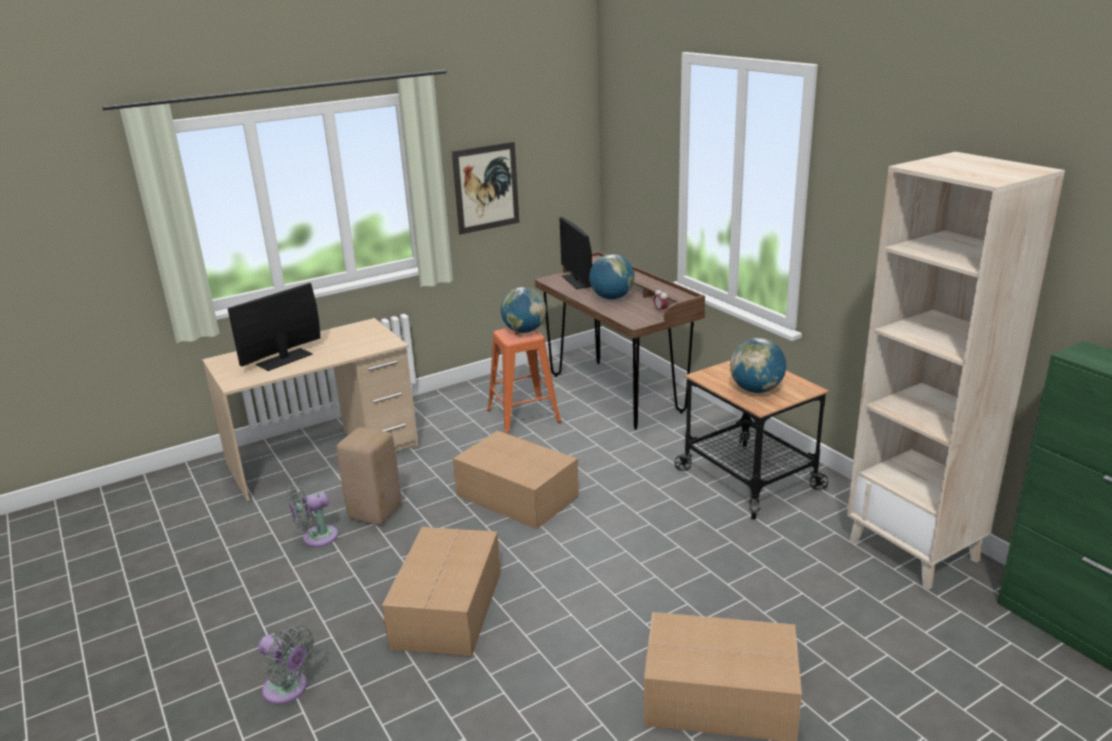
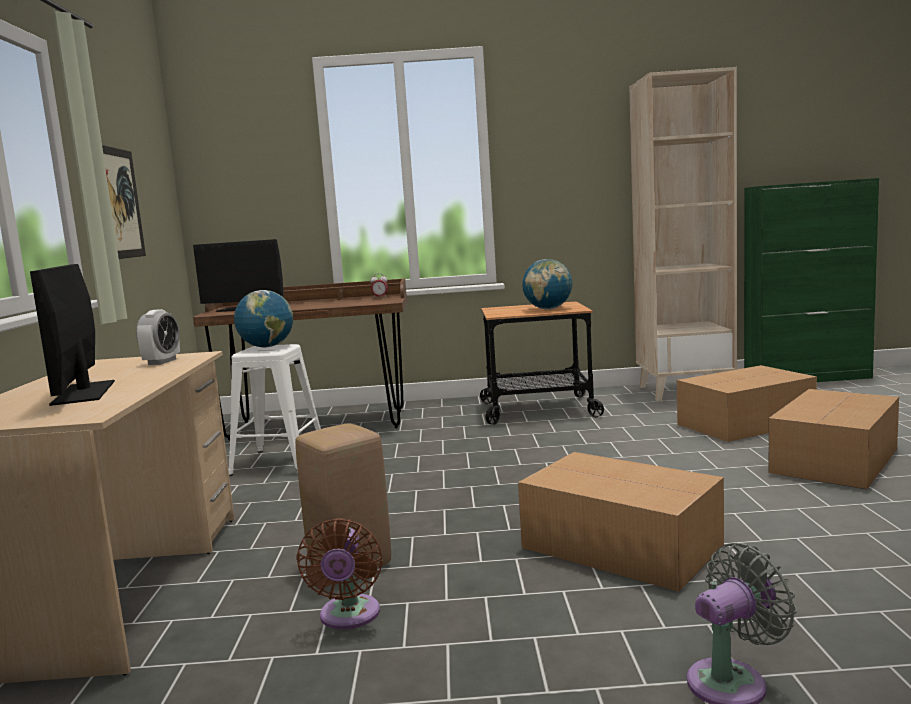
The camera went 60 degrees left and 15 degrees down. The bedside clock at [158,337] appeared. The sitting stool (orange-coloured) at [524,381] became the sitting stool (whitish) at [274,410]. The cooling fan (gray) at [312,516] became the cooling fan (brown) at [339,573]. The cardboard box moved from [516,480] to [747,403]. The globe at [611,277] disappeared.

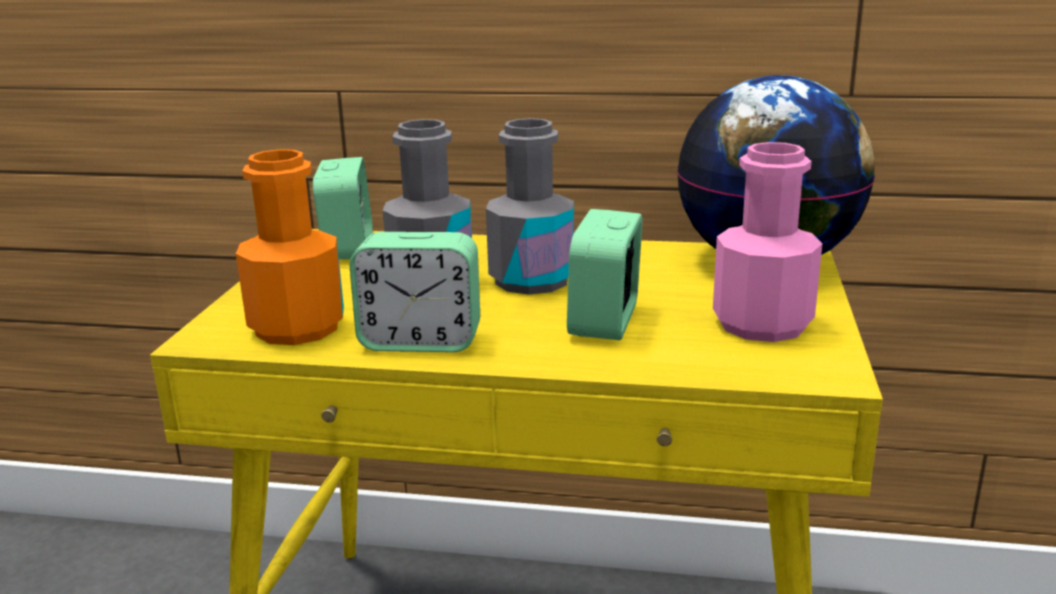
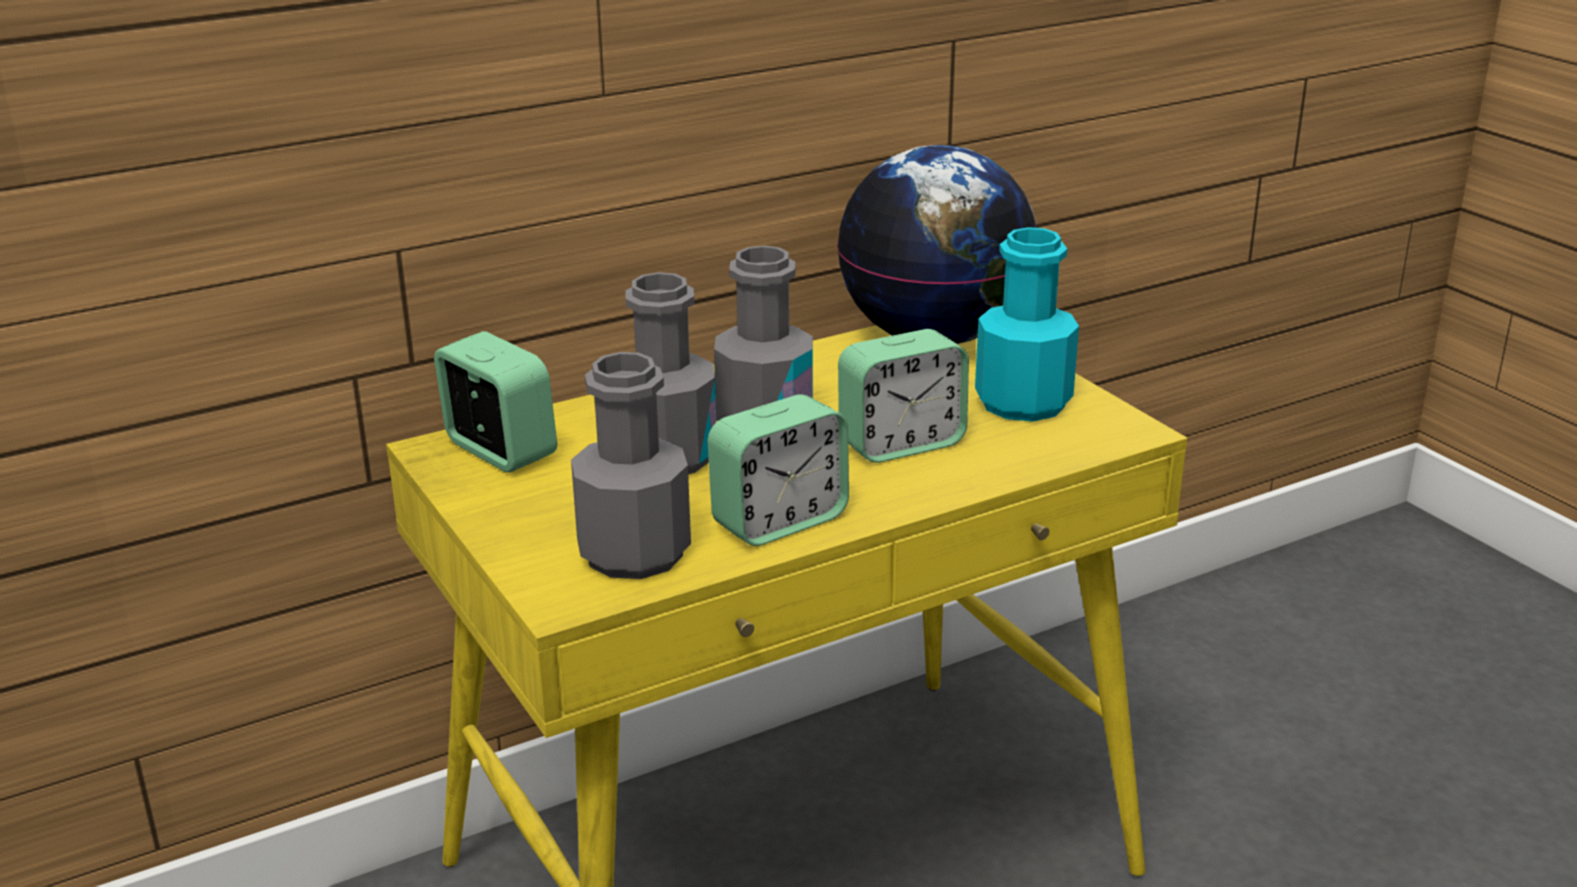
The camera went 40 degrees left and 5 degrees up. The drink bottle (orange-coloured) at [290,247] became the drink bottle (gray) at [631,465]. The bedside clock at [605,274] turned 90 degrees counterclockwise. The drink bottle (pink) at [767,242] became the drink bottle (blue-green) at [1027,324].

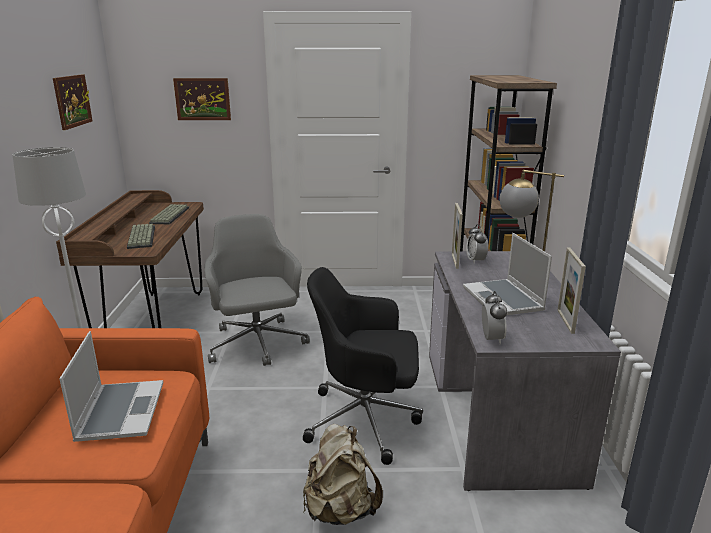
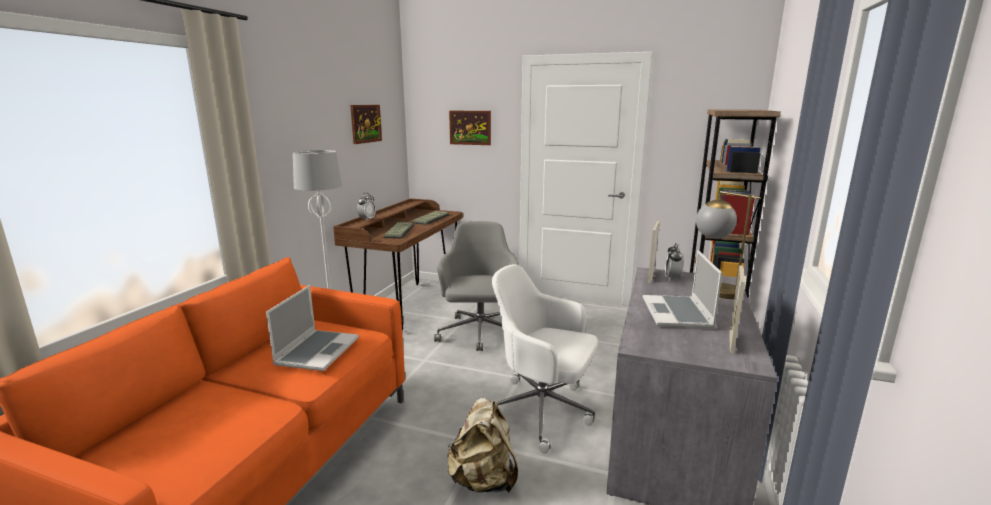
The camera went 20 degrees right and 5 degrees down. The bedside clock moved from [494,318] to [366,207]. The computer chair (blackish) at [363,366] became the computer chair (whitish) at [545,359].

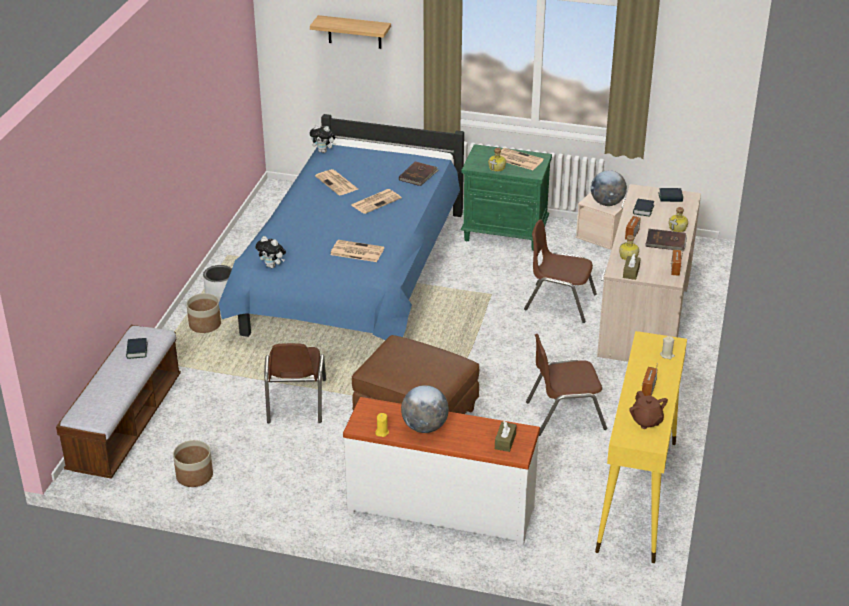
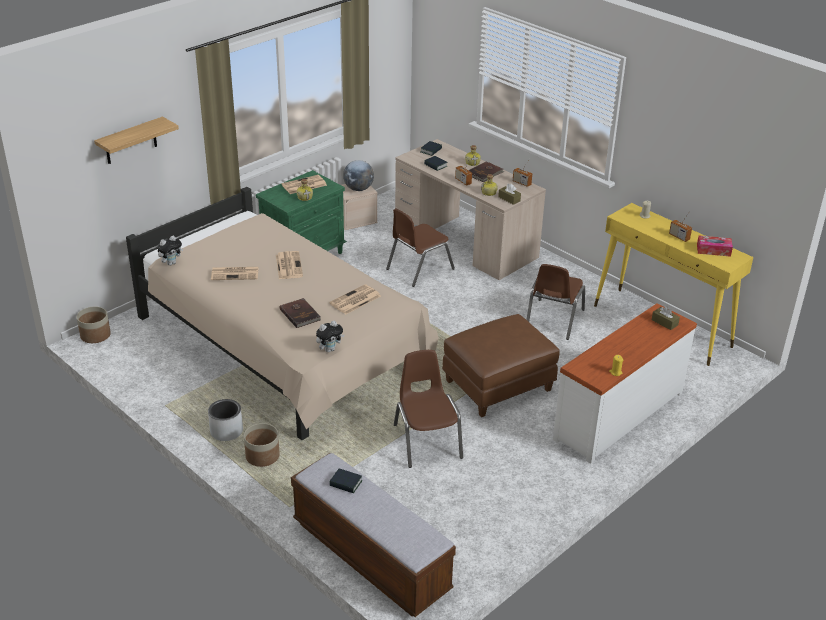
The camera went 60 degrees left and 0 degrees up. The plant pot moved from [193,463] to [94,325]. The bed (blue) at [341,227] became the bed (sand-coloured) at [282,313]. The book (brown) moved from [418,173] to [300,313]. The plain chair (brown) at [295,383] turned 135 degrees counterclockwise. The pot for tea (brown) at [648,410] was replaced by the box of tissues at [715,246]. The globe at [425,409] disappeared.

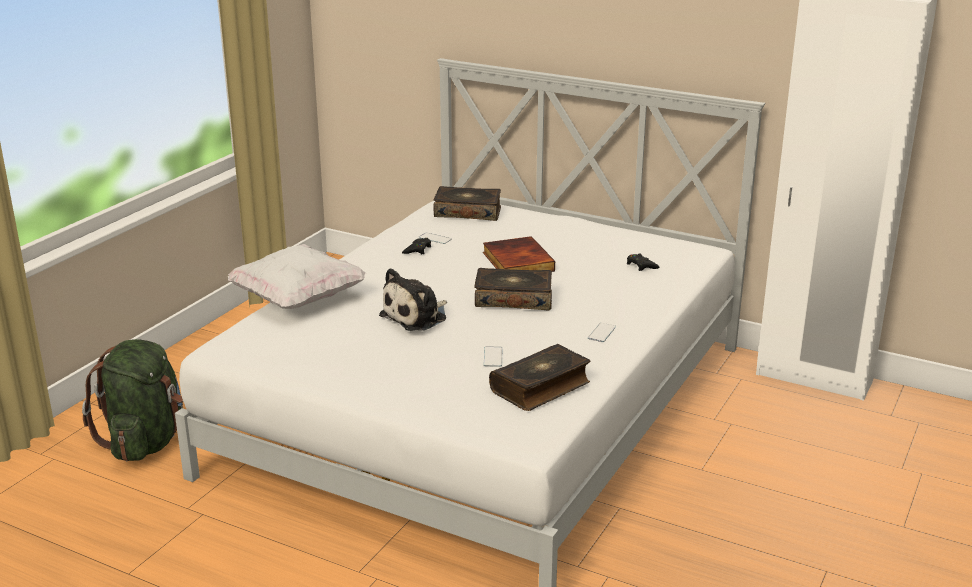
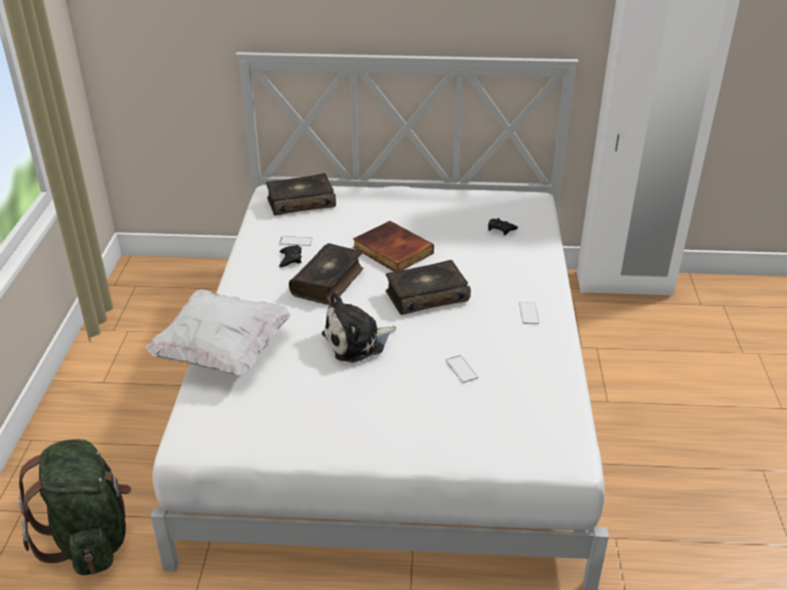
The camera went 25 degrees left and 10 degrees up. The book moved from [539,377] to [326,274]. The soft toy at [413,299] turned 45 degrees clockwise.

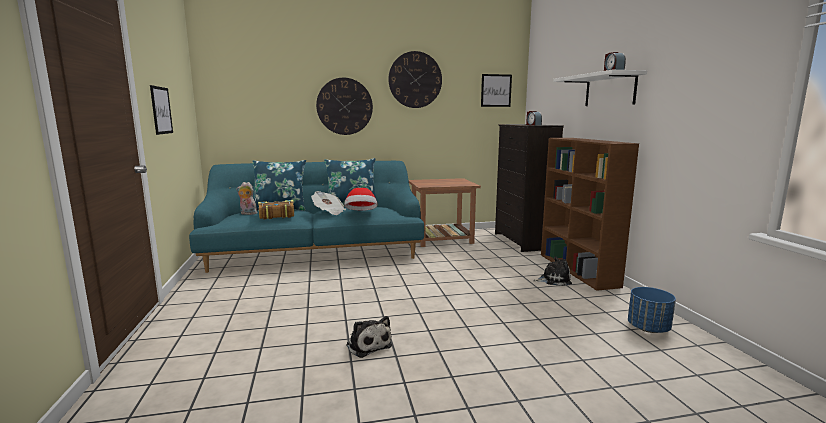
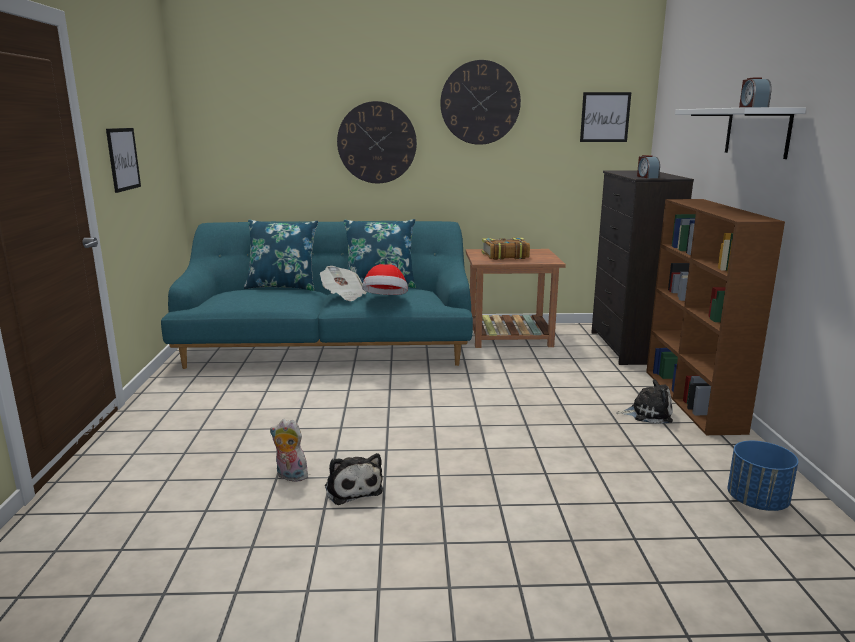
The camera went 10 degrees right and 5 degrees up. The soft toy moved from [246,198] to [289,450]. The book moved from [276,210] to [506,248].

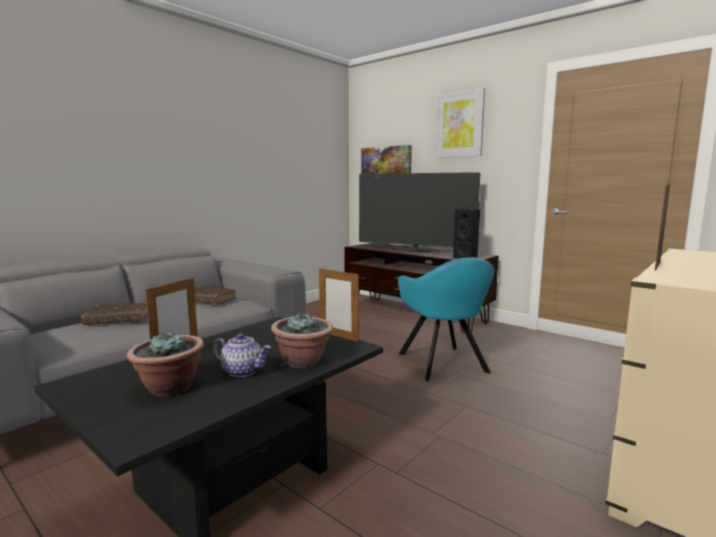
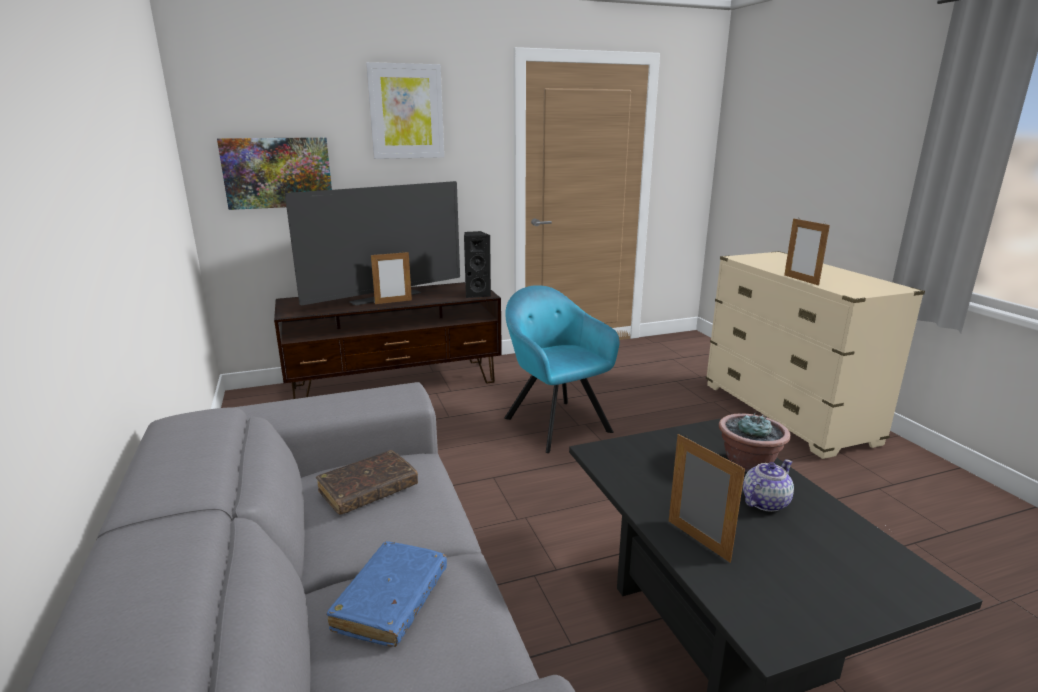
The camera went 60 degrees left and 10 degrees up. The book (brown) at [114,314] became the book (blue) at [386,594]. The picture frame moved from [339,304] to [391,278]. The lounge chair (blue-green) at [446,319] turned 135 degrees counterclockwise. The plant in a pot at [165,363] disappeared.

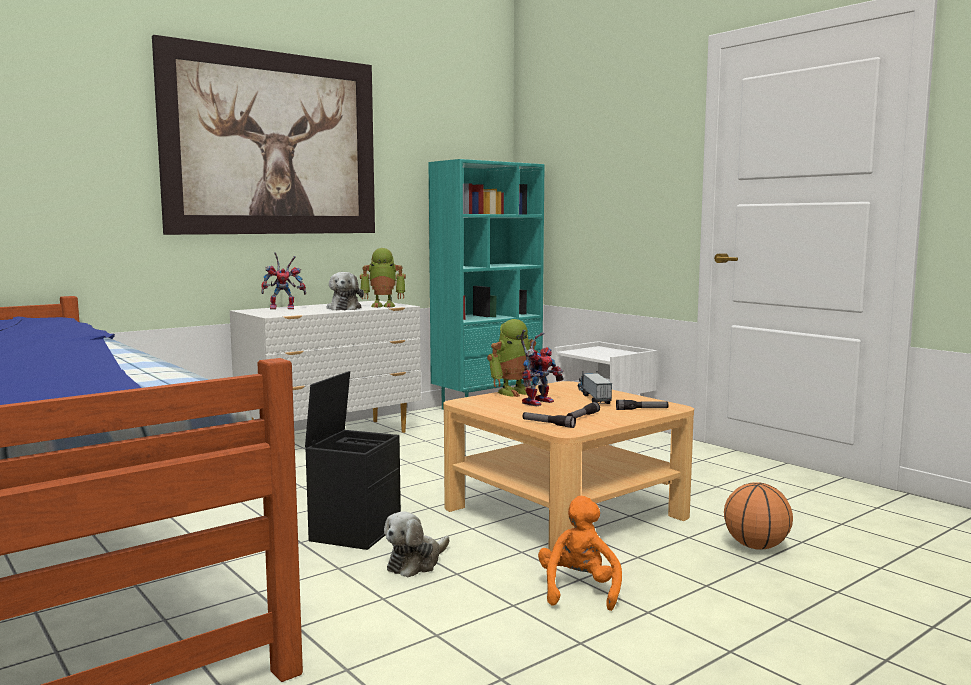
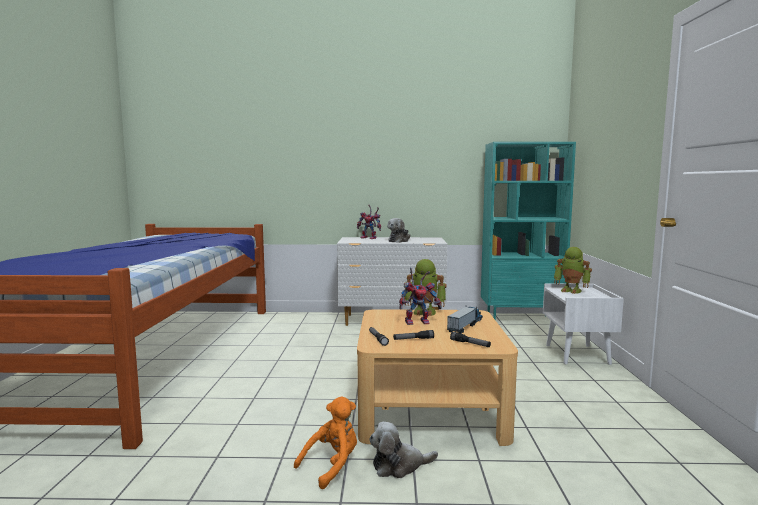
The camera went 40 degrees right and 0 degrees up. The soft toy moved from [416,544] to [403,449]. The robot figure moved from [383,278] to [573,270]. The picture at [263,135] disappeared. The storage bin (blackish) at [353,460] disappeared. The basketball ball at [758,516] disappeared.

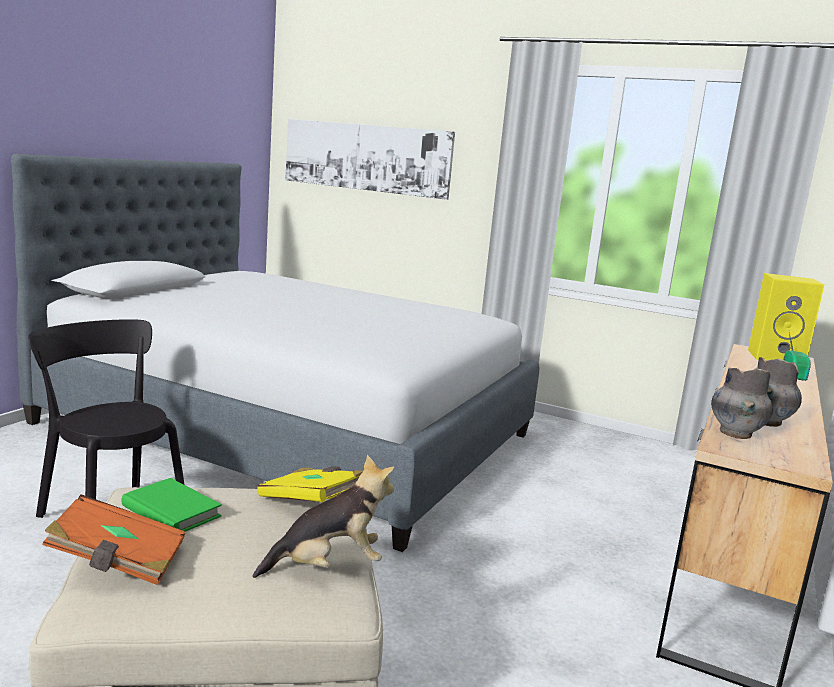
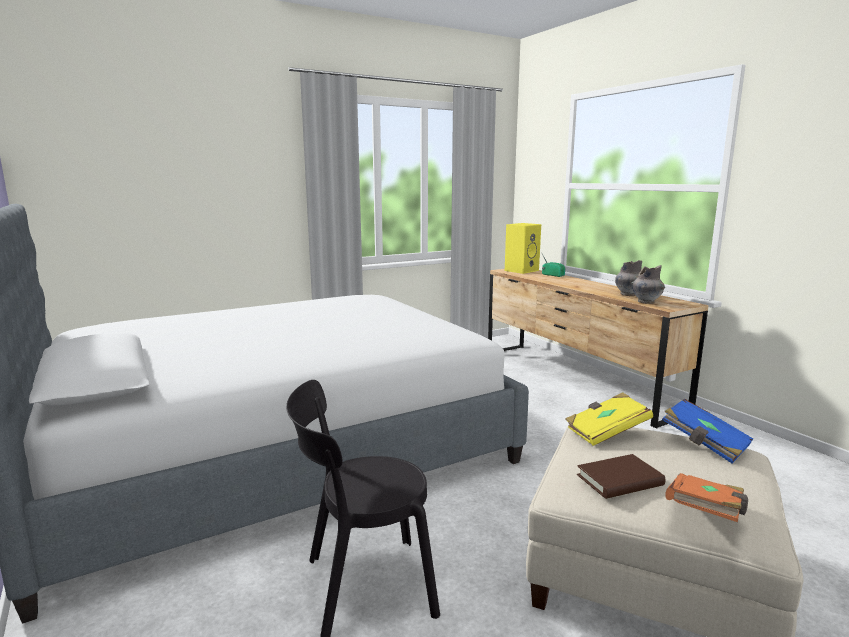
The camera went 55 degrees left and 0 degrees up. The book (green-coloured) at [171,505] became the book (brown) at [621,476]. The soft toy at [323,516] was replaced by the book (blue) at [707,431]. The picture at [370,159] disappeared.

